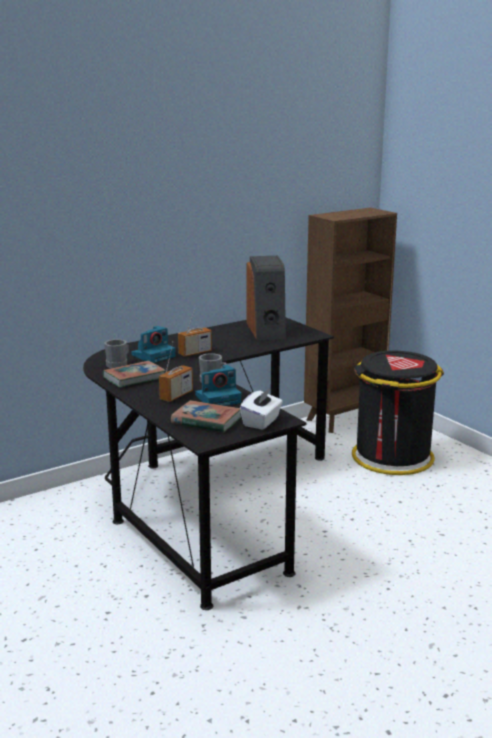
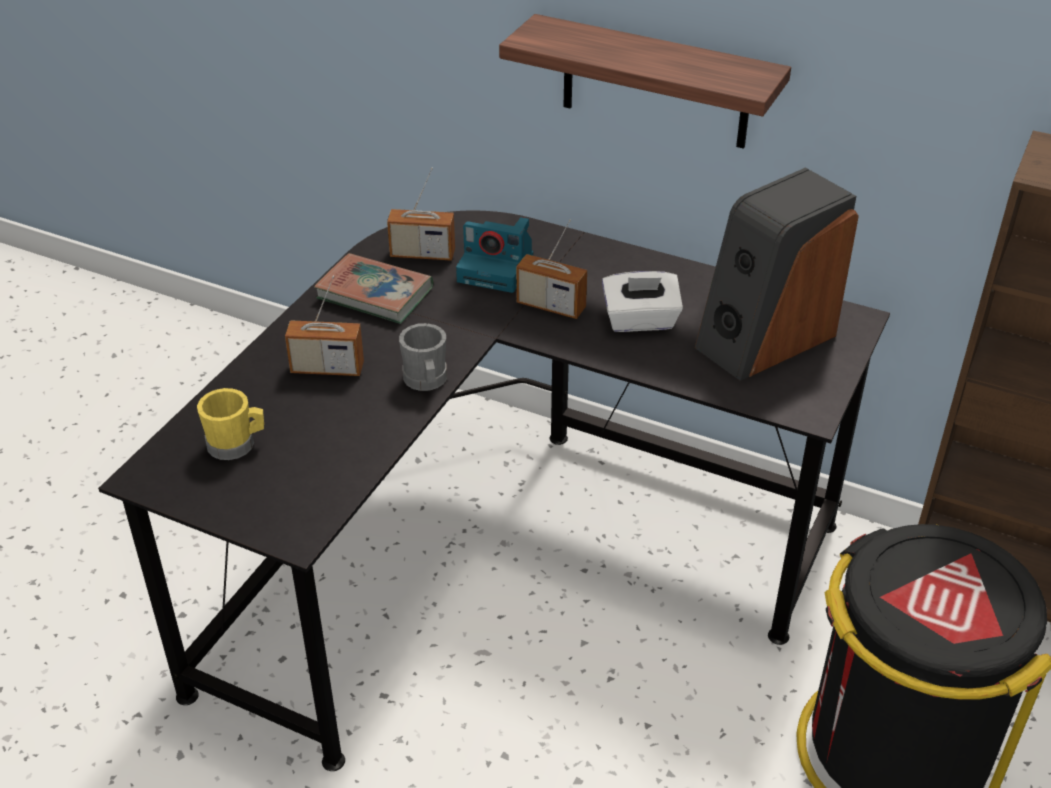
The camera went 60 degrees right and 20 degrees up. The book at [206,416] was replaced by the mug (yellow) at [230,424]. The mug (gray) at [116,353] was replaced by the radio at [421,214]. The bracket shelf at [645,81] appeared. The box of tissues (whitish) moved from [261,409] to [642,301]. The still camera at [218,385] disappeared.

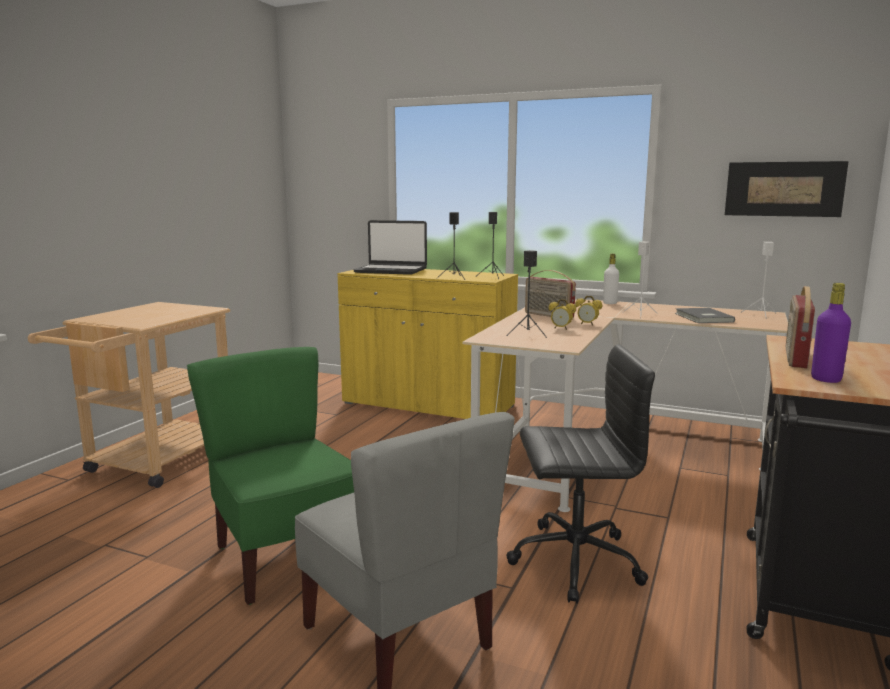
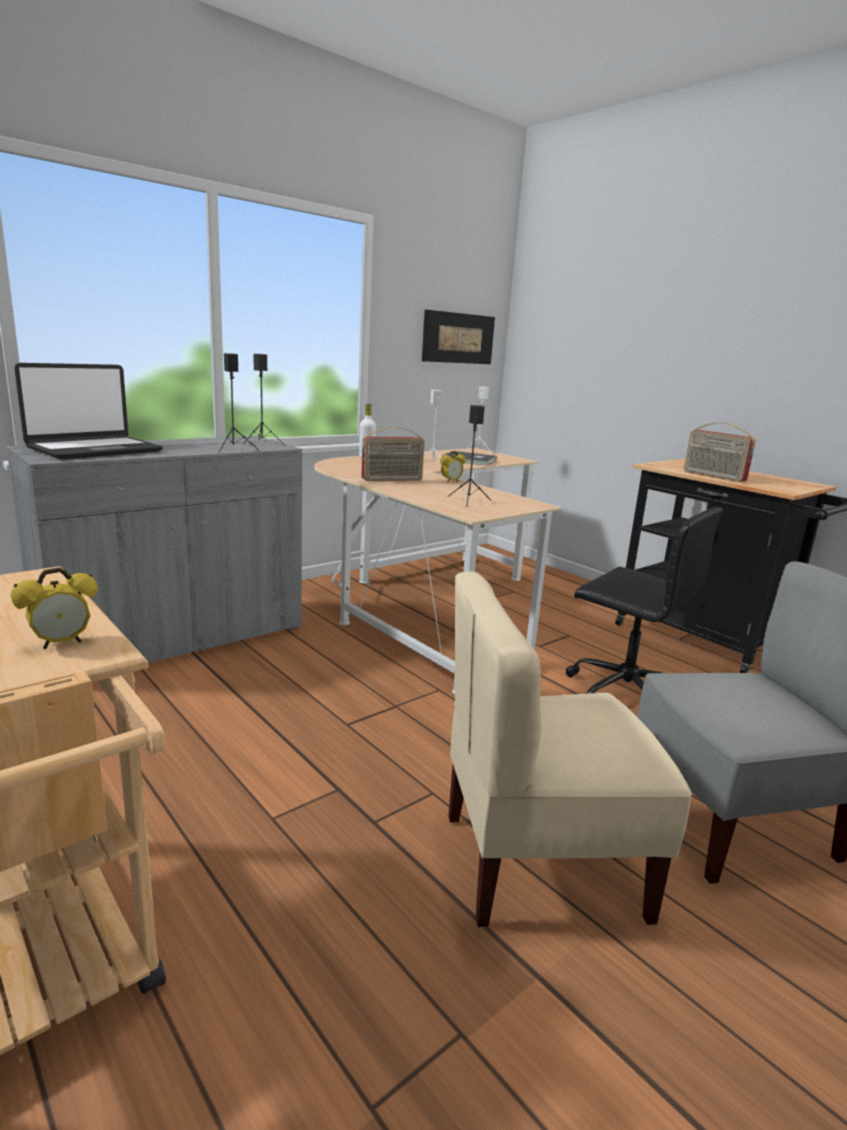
The camera went 65 degrees left and 5 degrees up. The storage cabinet (yellow) at [427,344] became the storage cabinet (gray) at [154,549]. The bedside clock moved from [562,314] to [54,608]. The plain chair (green-coloured) at [270,476] became the plain chair (sand-coloured) at [570,749]. The computer chair (blackish) at [580,474] turned 105 degrees clockwise. The drink bottle (purple) at [831,333] disappeared.

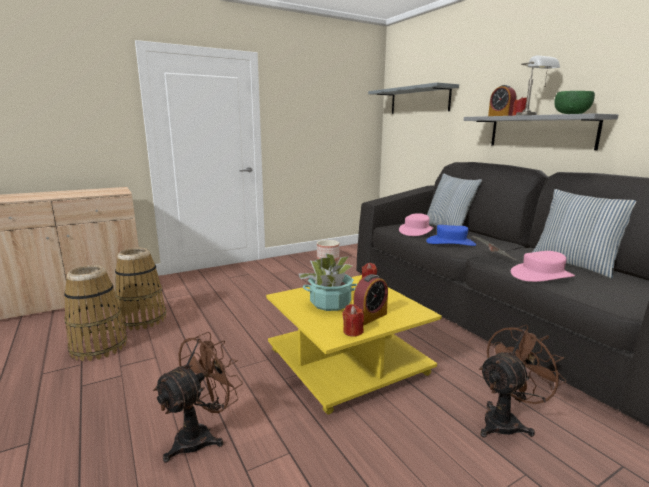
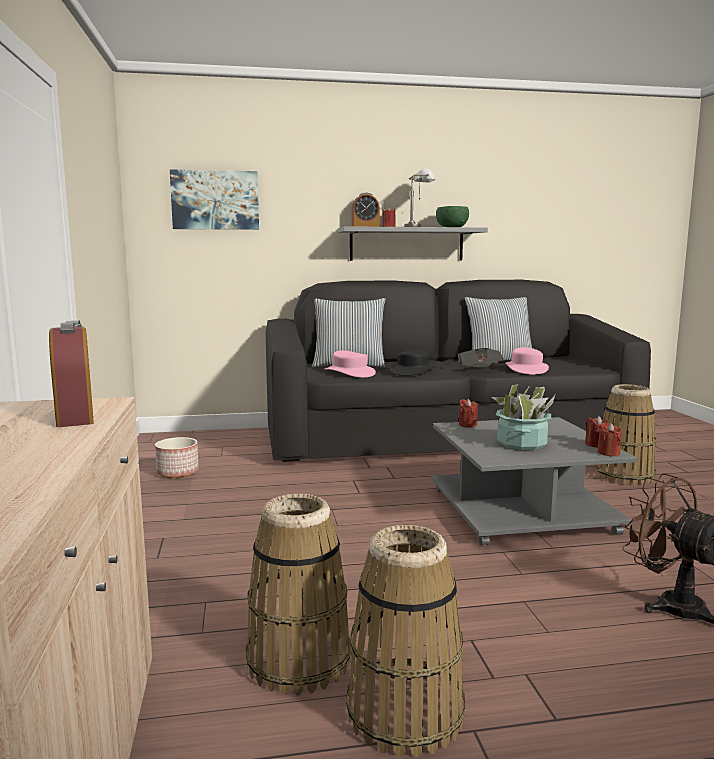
The camera went 70 degrees left and 5 degrees down. The bedside clock moved from [370,299] to [71,374]. The bracket shelf (gray) at [413,98] was replaced by the picture at [214,199]. The clothing hat (blue) at [451,235] became the clothing hat (blackish) at [413,362]. The coffee table (yellow) at [354,344] became the coffee table (gray) at [534,481]. The cooling fan (brown) at [523,381] was replaced by the basket at [625,435]. The wax candle (red) at [609,439] appeared.

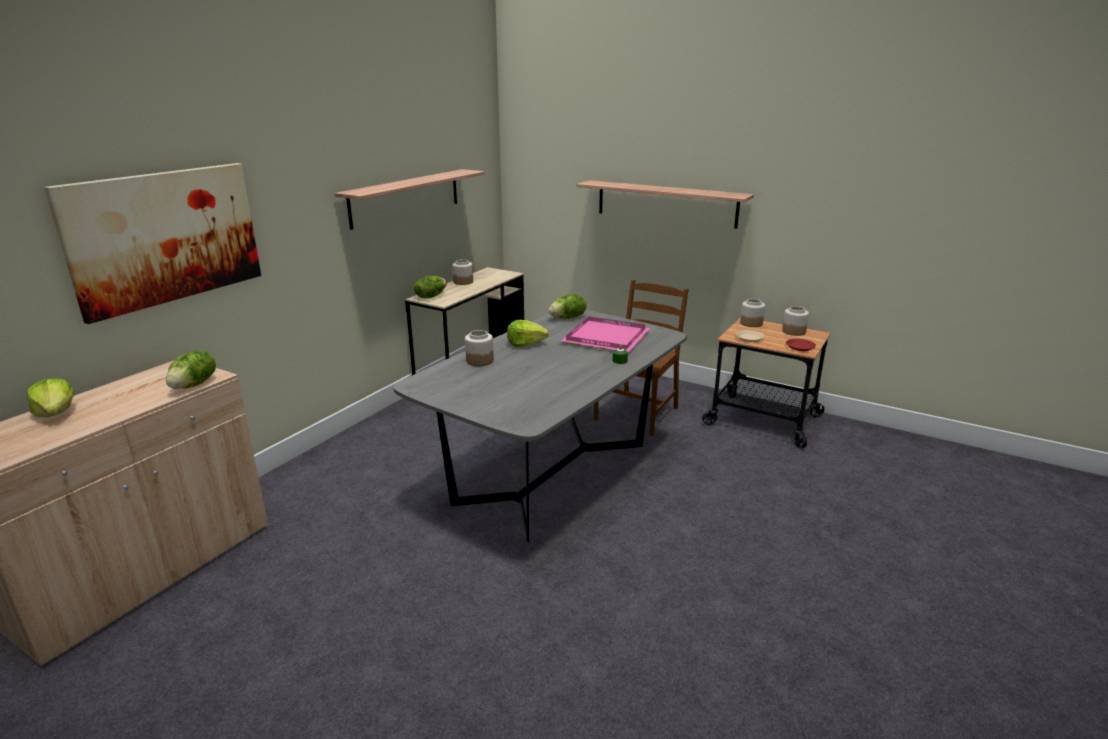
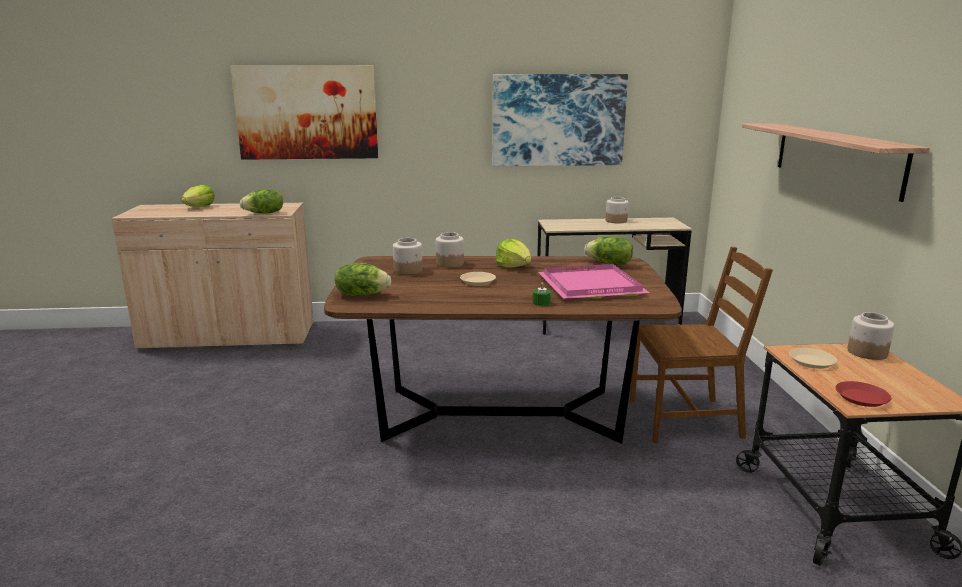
The camera went 55 degrees right and 5 degrees down. The dinner table (gray) at [540,426] became the dinner table (brown) at [503,350]. The lettuce head moved from [430,286] to [363,279]. The jar moved from [795,321] to [408,256]. The dinner plate (sand-coloured) at [478,279] appeared. The bracket shelf at [410,199] was replaced by the picture at [560,120].

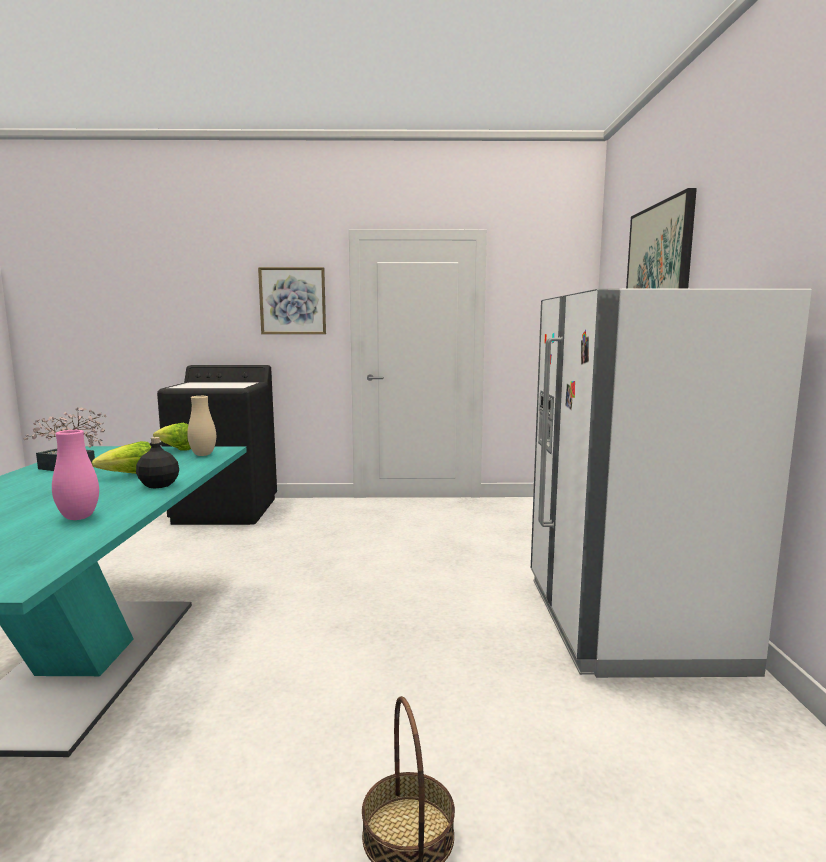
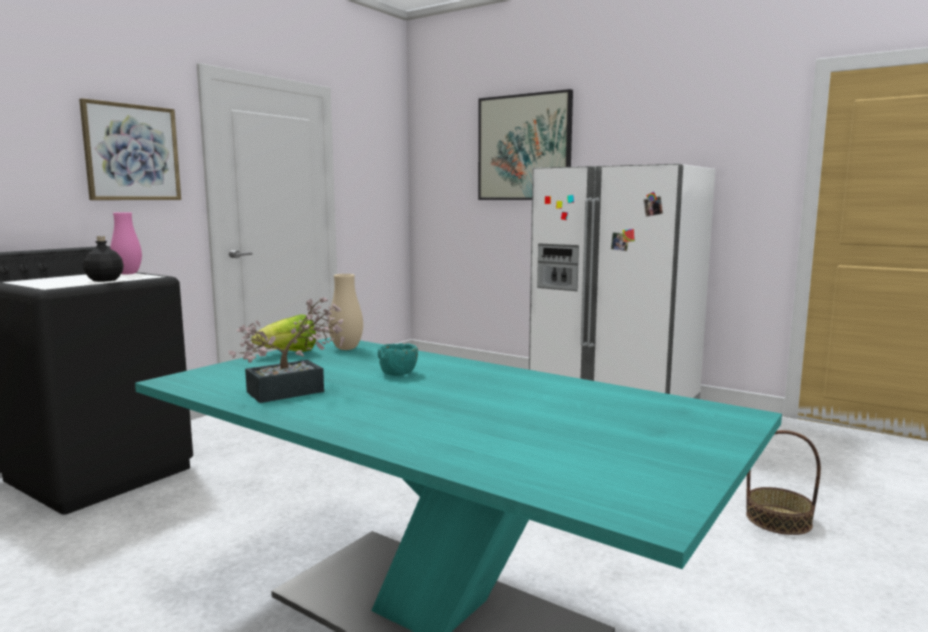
The camera went 55 degrees left and 0 degrees up. The drink bottle (blackish) moved from [157,463] to [103,259]. The vase (pink) moved from [75,475] to [126,243]. The lettuce head at [121,457] was replaced by the bowl (blue-green) at [398,359].

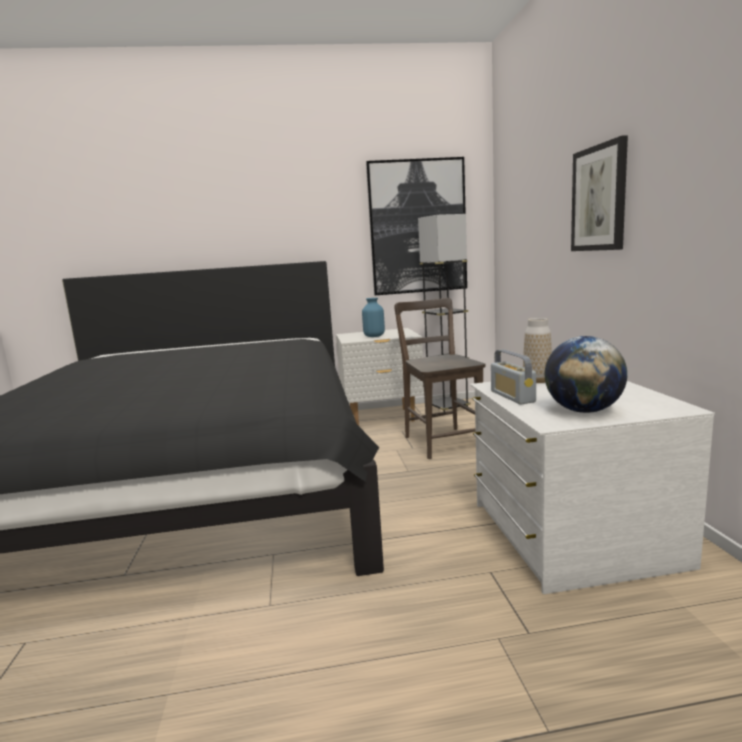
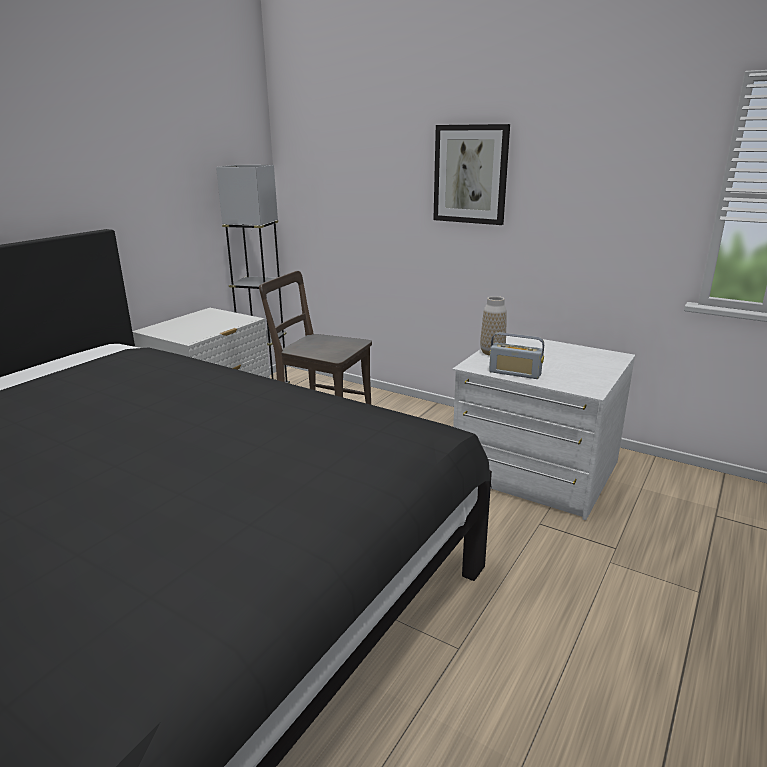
The camera went 50 degrees left and 10 degrees up. The vase (blue) at [373,317] disappeared. The picture at [416,226] disappeared. The globe at [586,374] disappeared.

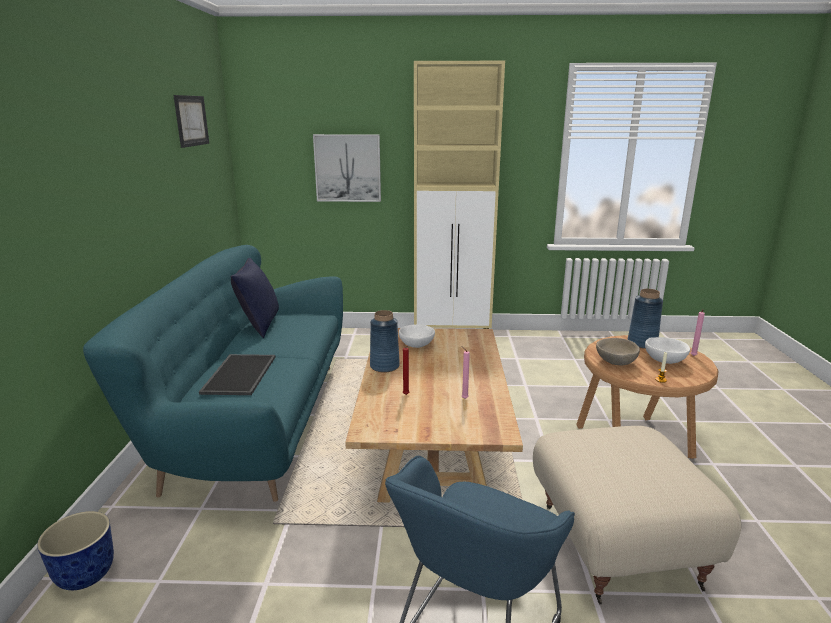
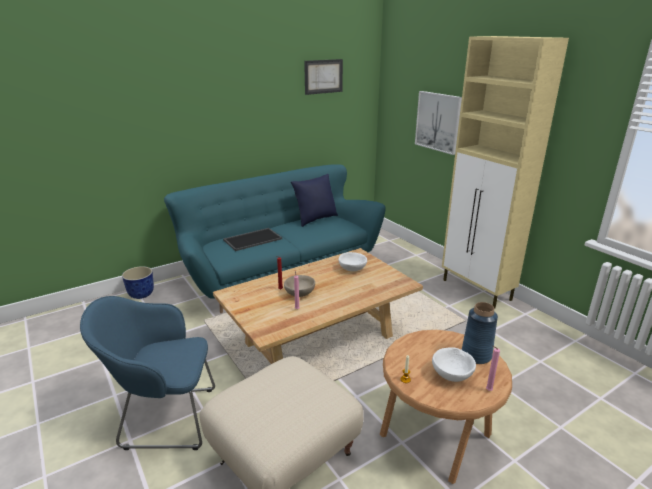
The camera went 55 degrees right and 5 degrees up. The bowl (sand-coloured) moved from [618,351] to [299,286]. The vase (blue) at [385,341] disappeared.

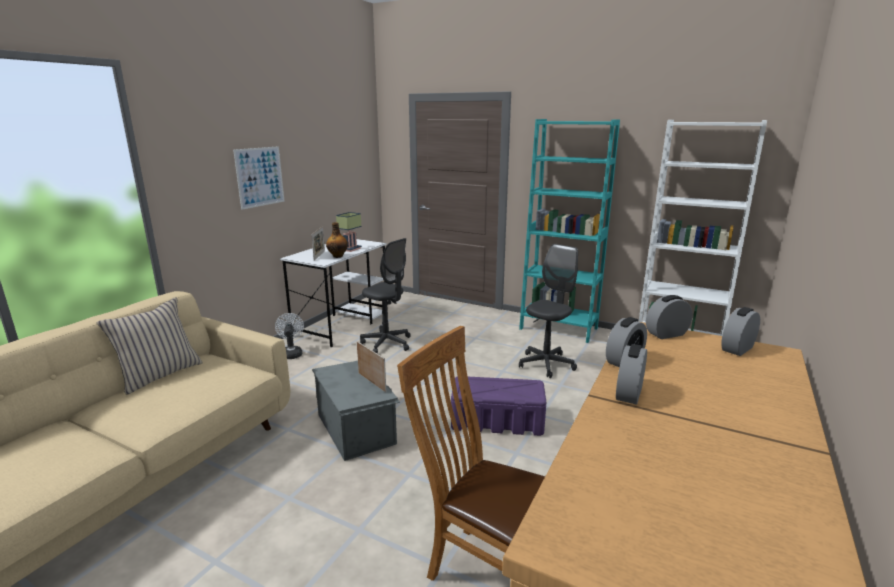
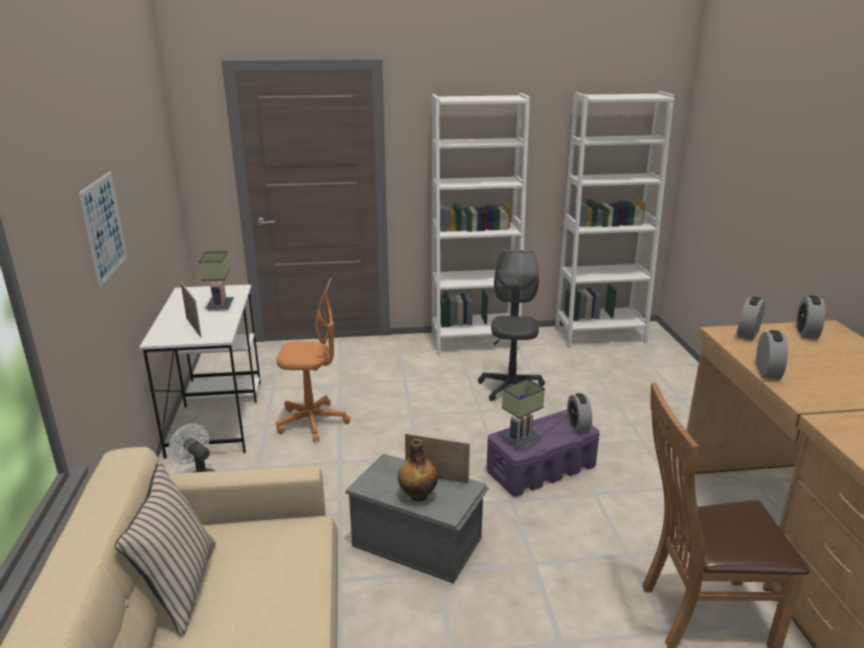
The camera went 35 degrees left and 5 degrees up. The computer chair (gray) at [385,296] became the computer chair (orange-coloured) at [313,359]. The drink bottle moved from [337,240] to [418,470]. The bookshelf (blue-green) at [569,231] became the bookshelf (whitish) at [480,224]. The lamp for a table at [523,414] appeared. The bedside clock moved from [631,374] to [579,412].

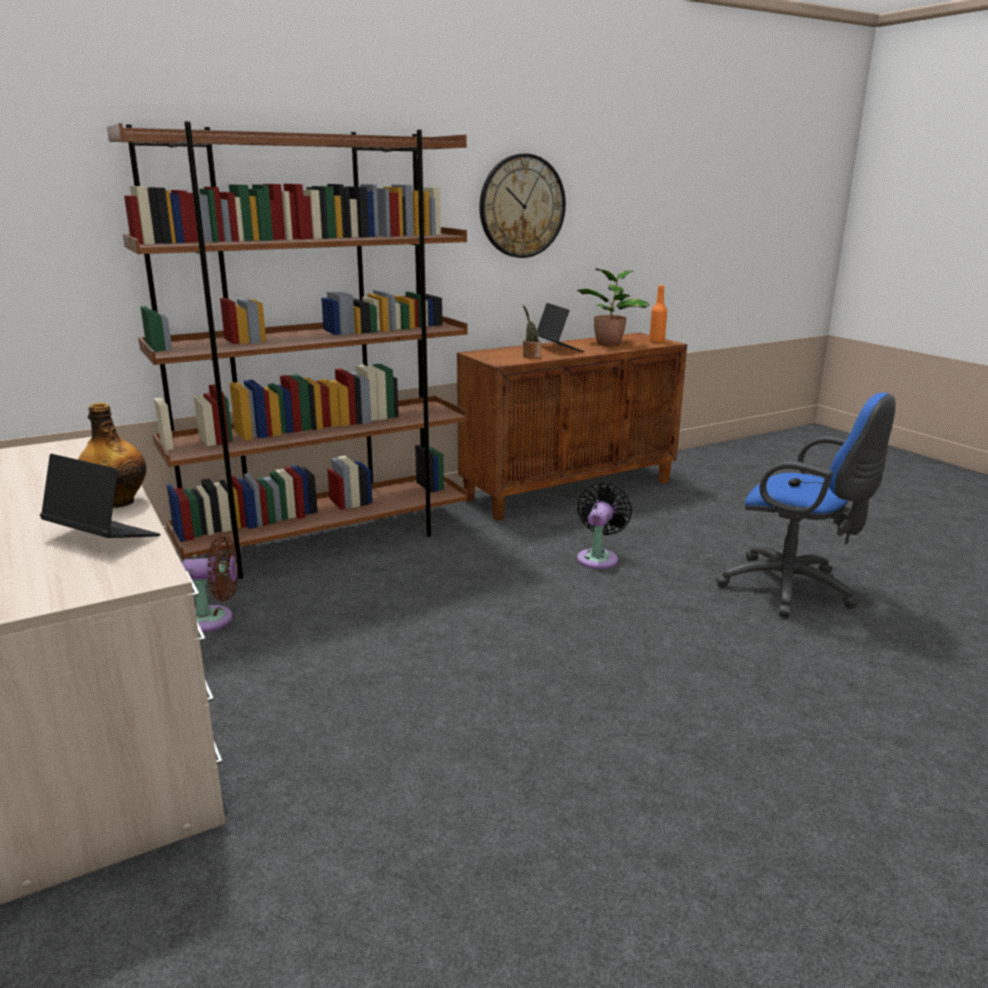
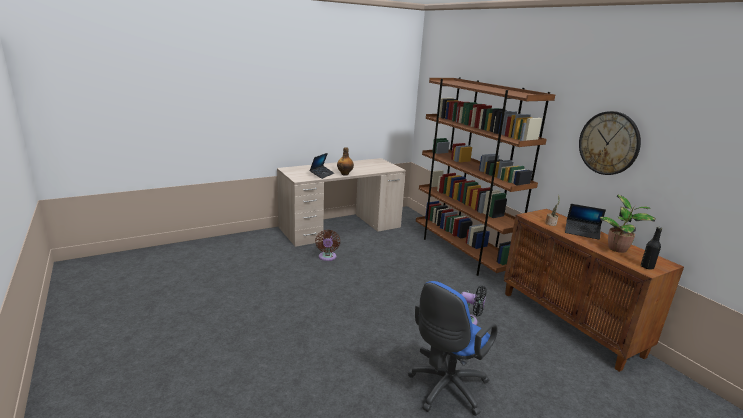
The camera went 90 degrees right and 0 degrees up. The cooling fan (brown) moved from [210,584] to [327,245]. The laptop at [561,327] turned 45 degrees clockwise. The drink bottle (orange-coloured) at [658,314] became the drink bottle (blackish) at [651,248].

